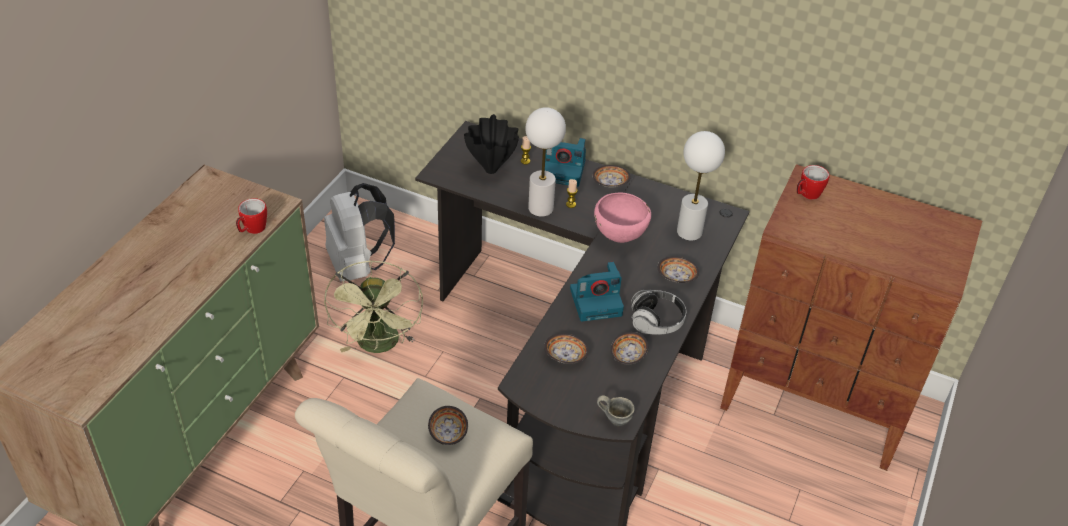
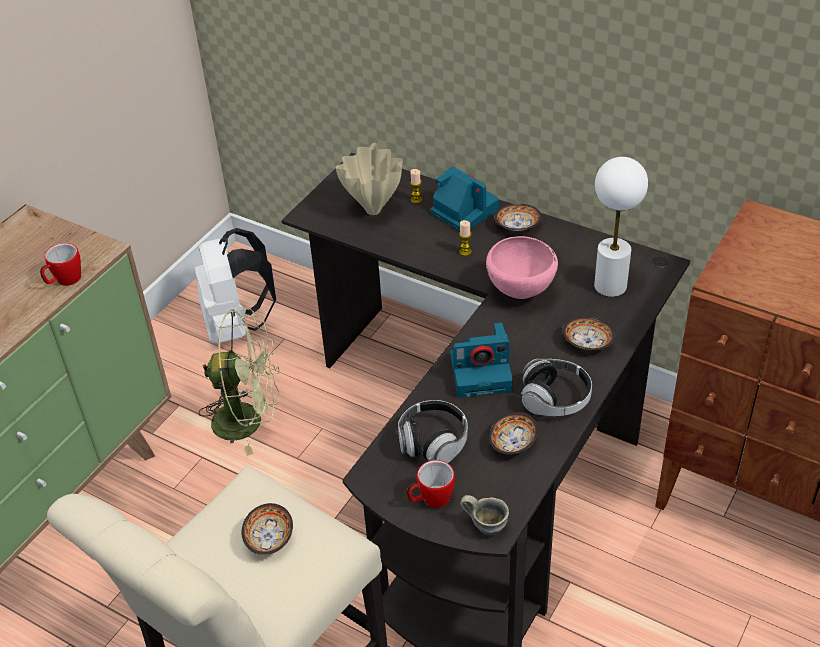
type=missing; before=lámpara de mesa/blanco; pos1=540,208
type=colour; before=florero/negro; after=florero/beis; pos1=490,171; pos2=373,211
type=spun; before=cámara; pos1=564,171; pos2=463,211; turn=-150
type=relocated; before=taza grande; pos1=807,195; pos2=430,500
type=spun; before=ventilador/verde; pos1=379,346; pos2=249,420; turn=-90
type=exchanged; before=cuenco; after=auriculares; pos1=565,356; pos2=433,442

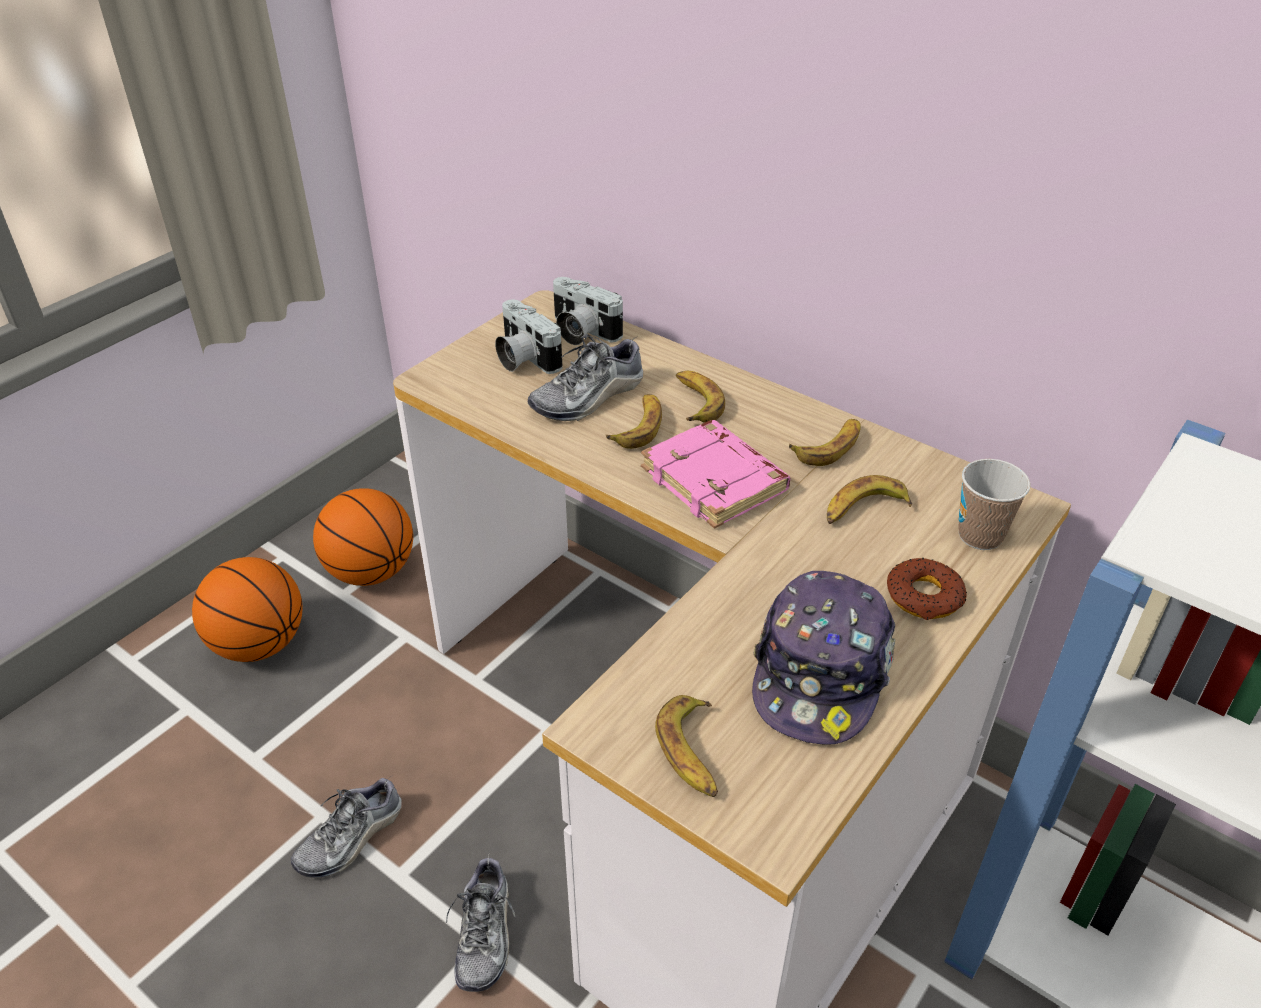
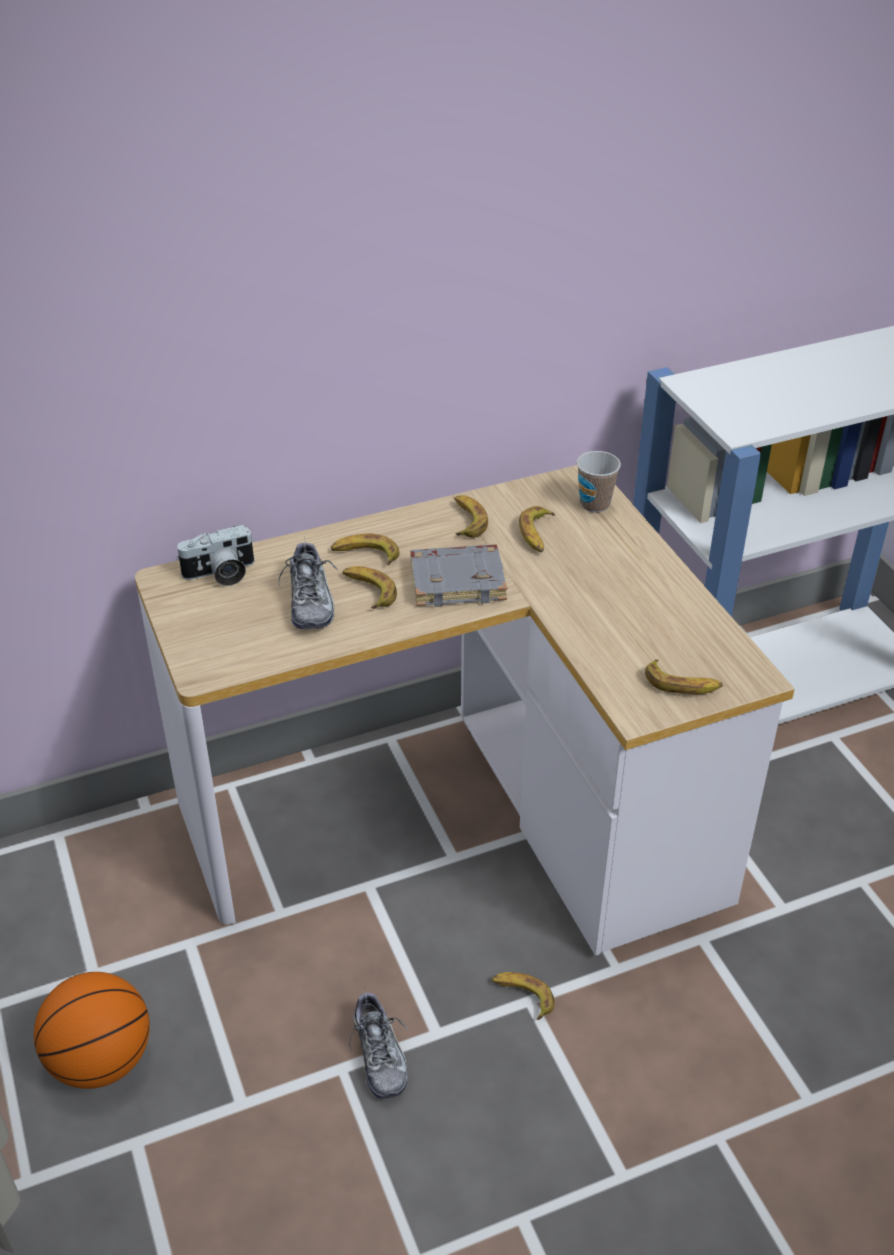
type=missing; before=cámara; pos1=523,358
type=colour; before=libro/rosa; after=libro/gris; pos1=716,481; pos2=458,580
type=missing; before=balón de baloncesto; pos1=371,571
type=missing; before=rosquilla; pos1=924,596
type=missing; before=gorra; pos1=821,673
type=exchanged; before=zapato; after=plátano; pos1=485,934; pos2=522,996

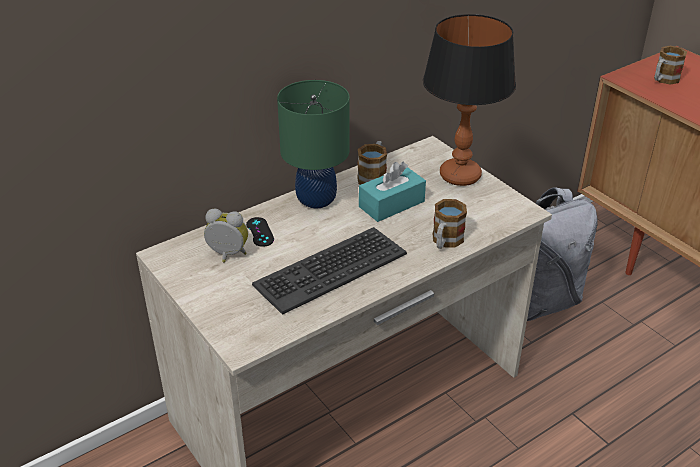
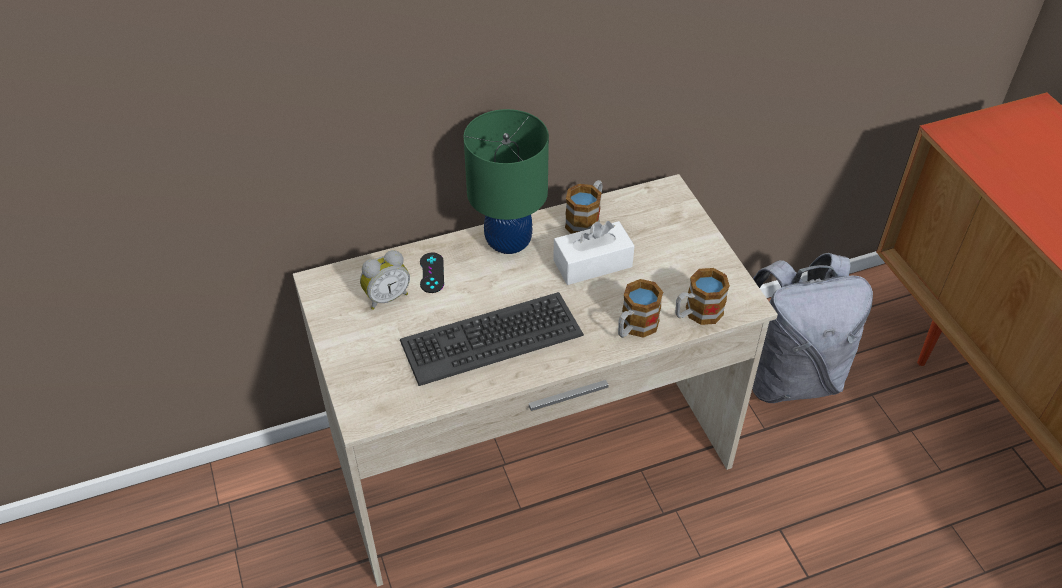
type=missing; before=lámpara de mesa; pos1=460,176
type=relocated; before=taza grande; pos1=663,80; pos2=697,313
type=colour; before=caja de pañuelos/turquesa; after=caja de pañuelos/blanco; pos1=391,204; pos2=592,263
type=spun; before=despertador; pos1=227,255; pos2=386,297; turn=120

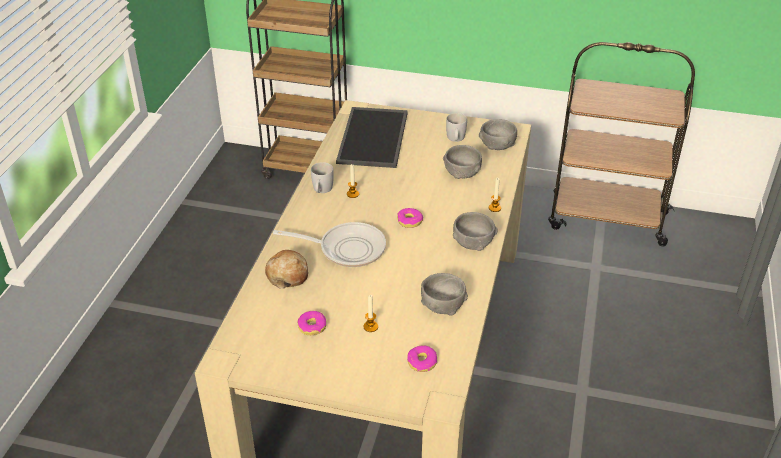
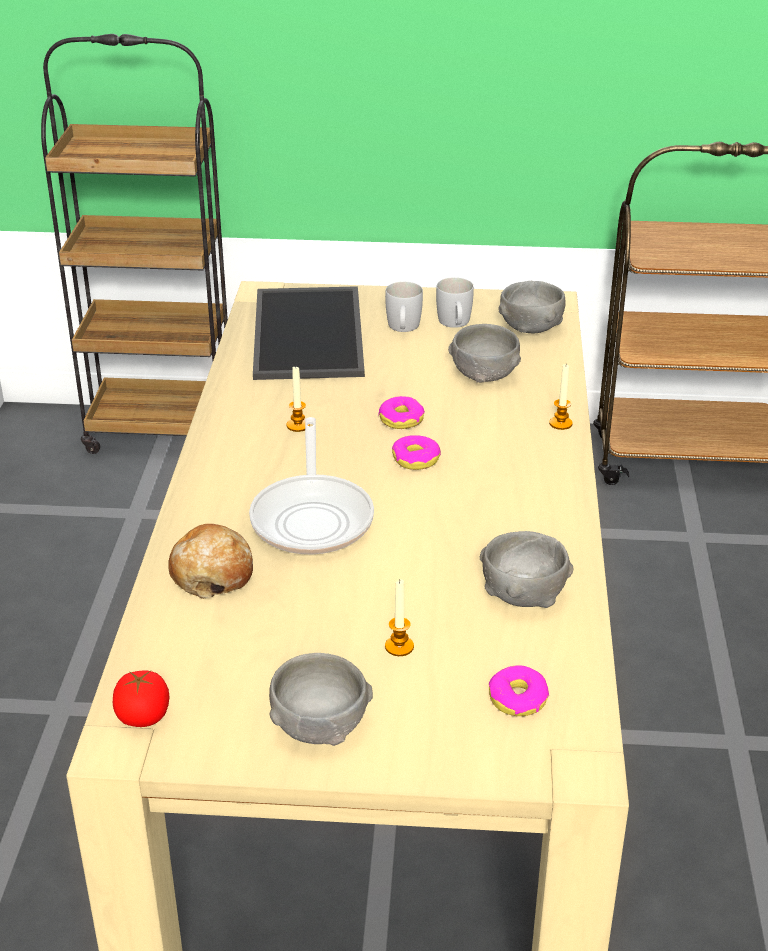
type=relocated; before=taza grande/blanco; pos1=321,190; pos2=403,328
type=relocated; before=cuenco/gris; pos1=472,243; pos2=319,726
type=spun; before=sartén; pos1=346,249; pos2=313,516; turn=90
type=relocated; before=rosquilla; pos1=312,326; pos2=401,419
type=appeared; after=tomate; pos2=143,717

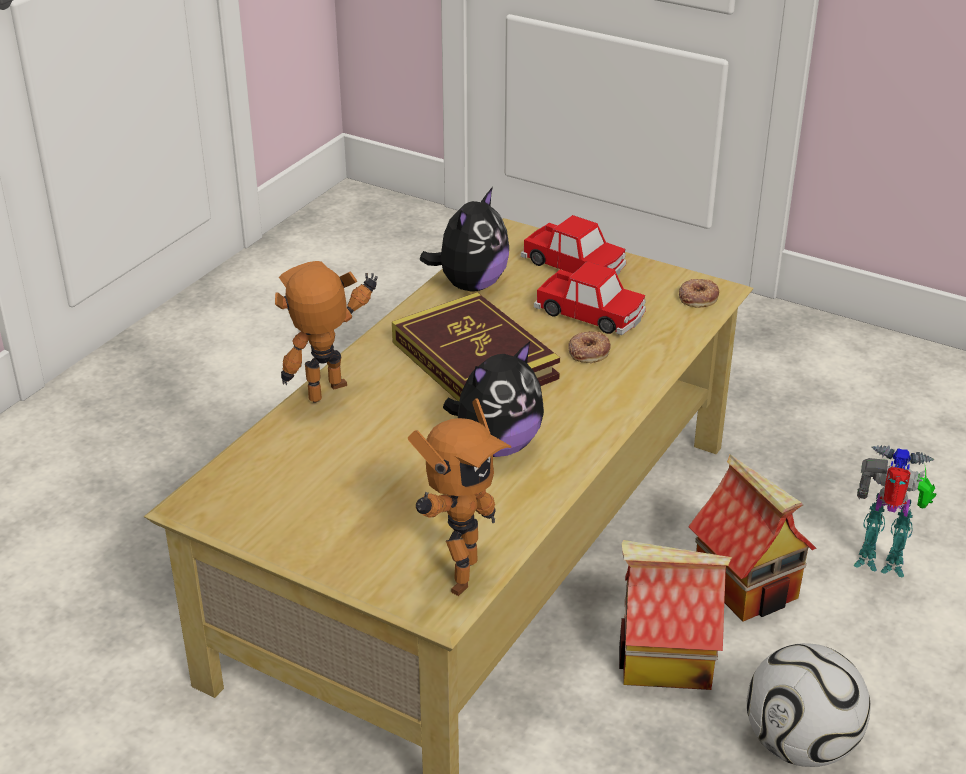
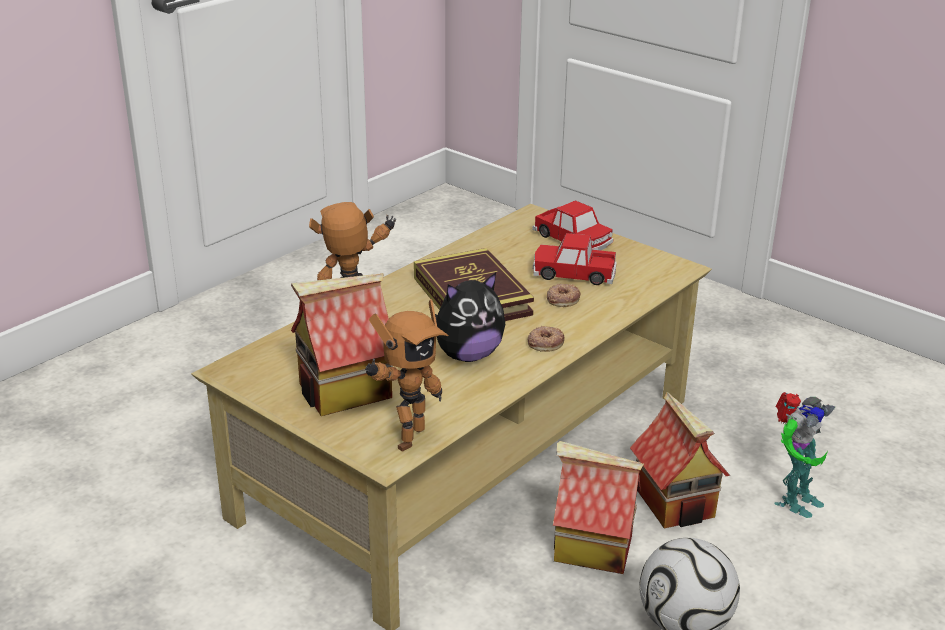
type=missing; before=peluche; pos1=470,285
type=spun; before=coche de juguete; pos1=590,313; pos2=573,273; turn=150
type=relocated; before=rosquilla; pos1=697,297; pos2=545,342
type=spun; before=robot de juguete; pos1=882,563; pos2=793,500; turn=105
type=appeared; after=casita; pos2=344,392

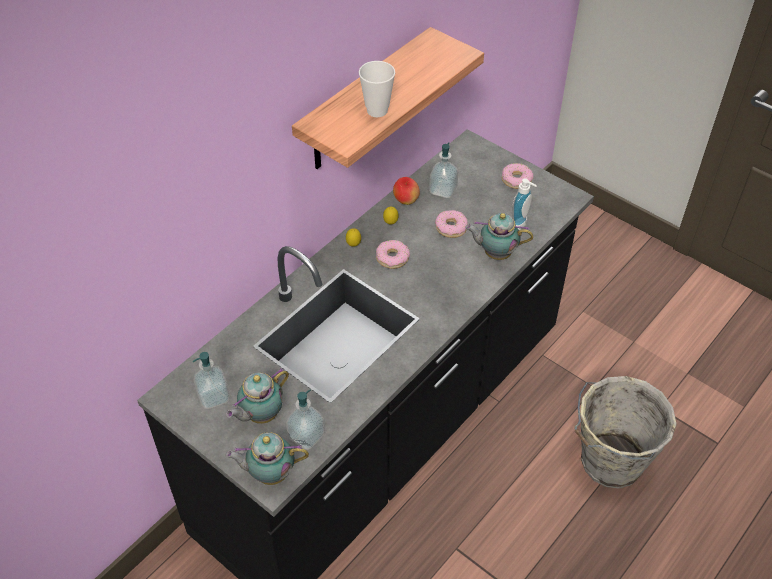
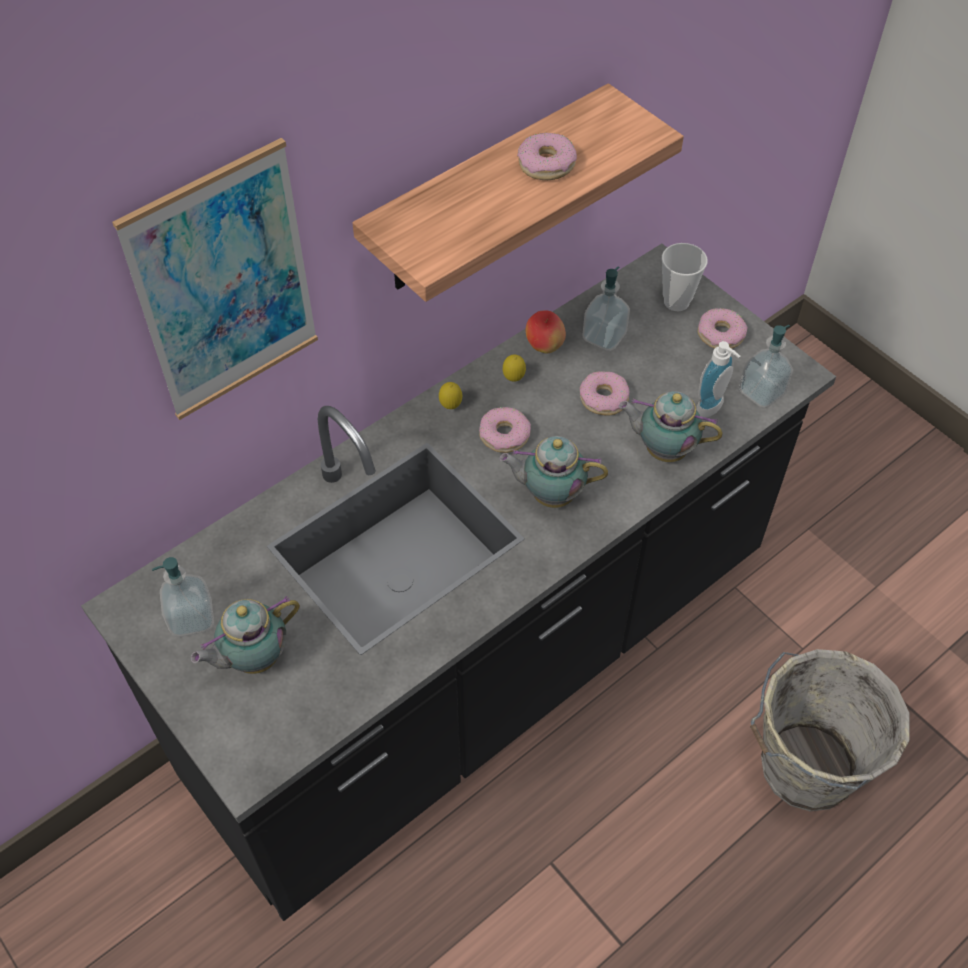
type=relocated; before=taza; pos1=377,110; pos2=676,302
type=relocated; before=dispensador de jabón; pos1=306,436; pos2=761,392
type=relocated; before=tetera; pos1=269,473; pos2=550,494
type=appeared; after=rosquilla; pos2=546,164
type=appeared; after=cuadro; pos2=225,285

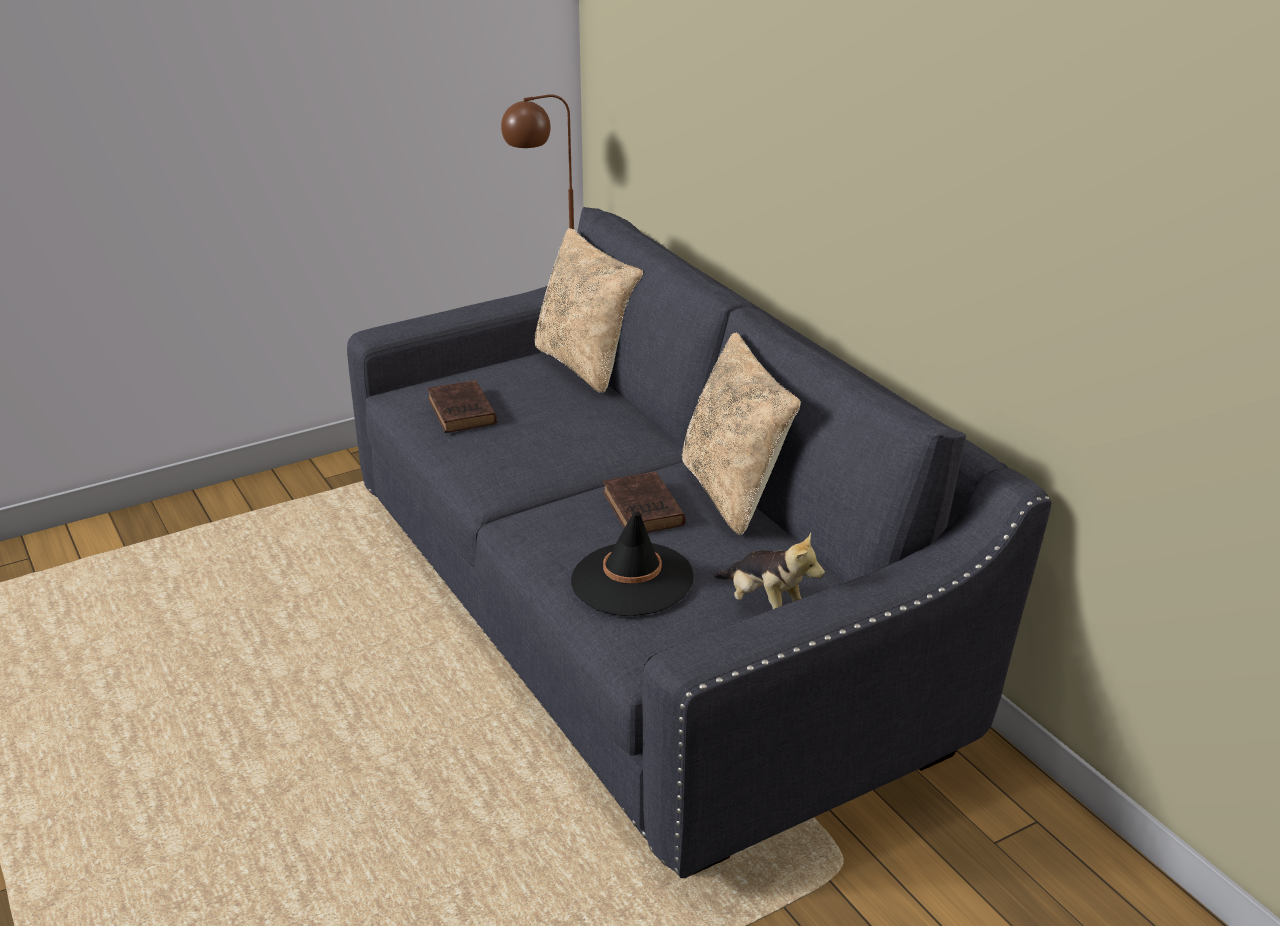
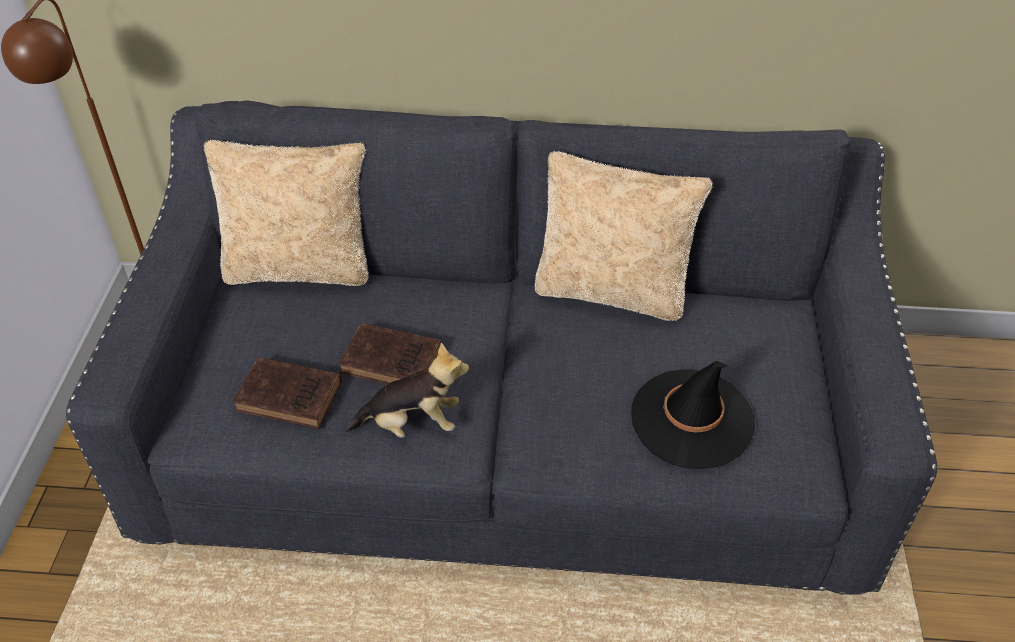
type=relocated; before=libro/marrón; pos1=644,510; pos2=394,361
type=relocated; before=peluche; pos1=765,607; pos2=412,424

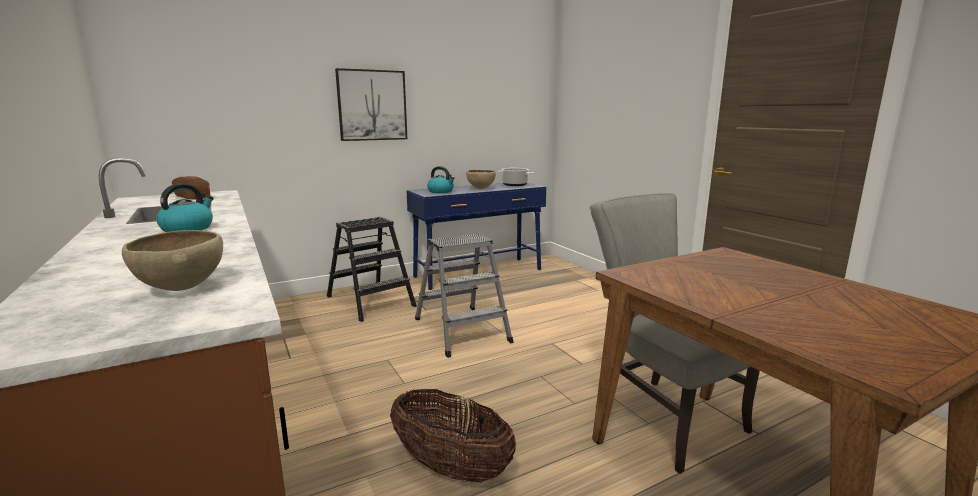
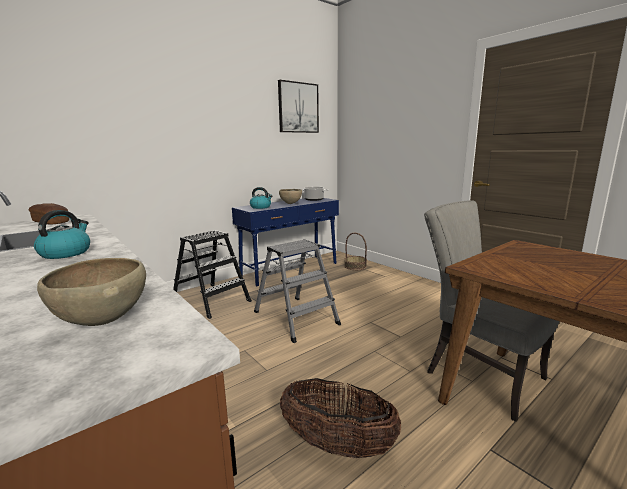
type=relocated; before=cuadro; pos1=372,105; pos2=298,108
type=appeared; after=cesta; pos2=355,266

